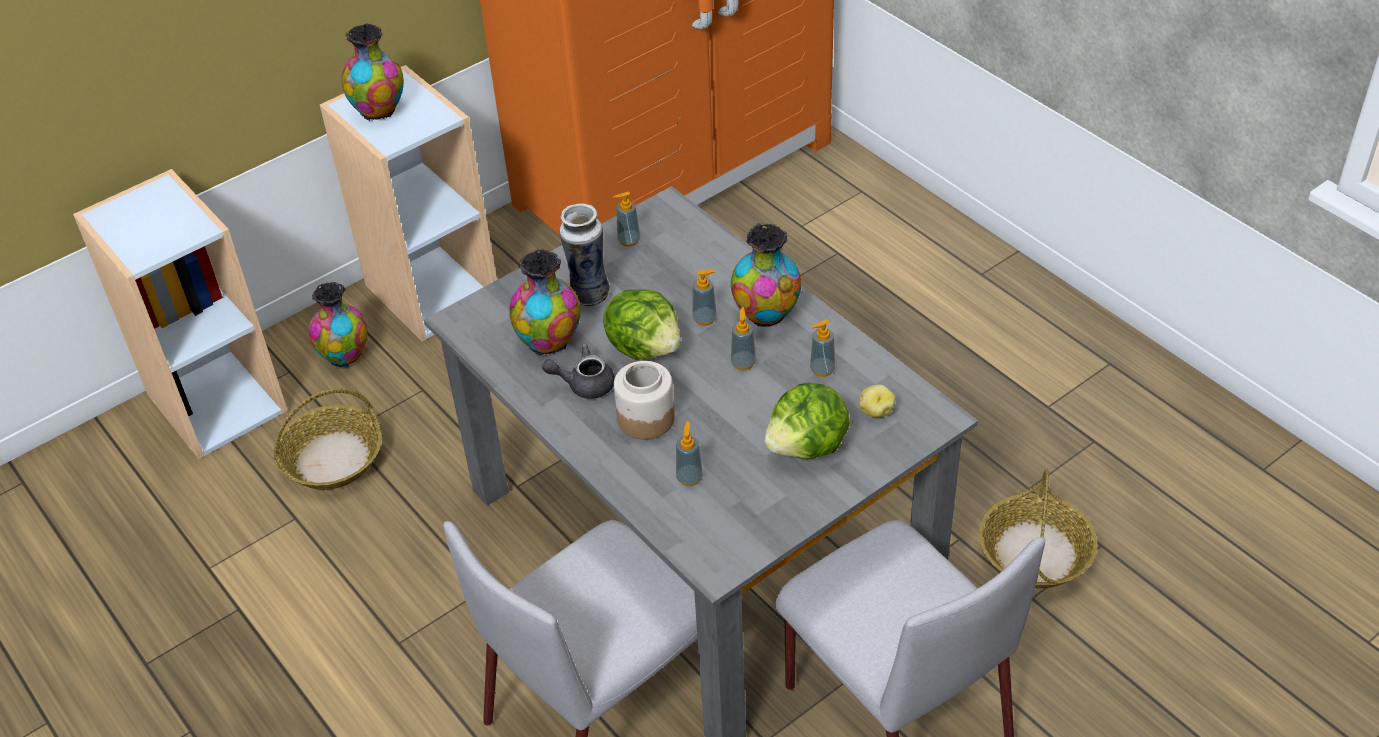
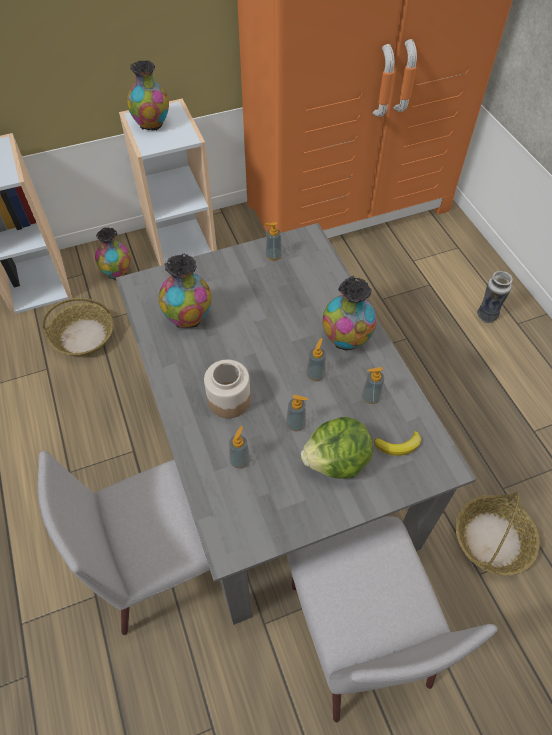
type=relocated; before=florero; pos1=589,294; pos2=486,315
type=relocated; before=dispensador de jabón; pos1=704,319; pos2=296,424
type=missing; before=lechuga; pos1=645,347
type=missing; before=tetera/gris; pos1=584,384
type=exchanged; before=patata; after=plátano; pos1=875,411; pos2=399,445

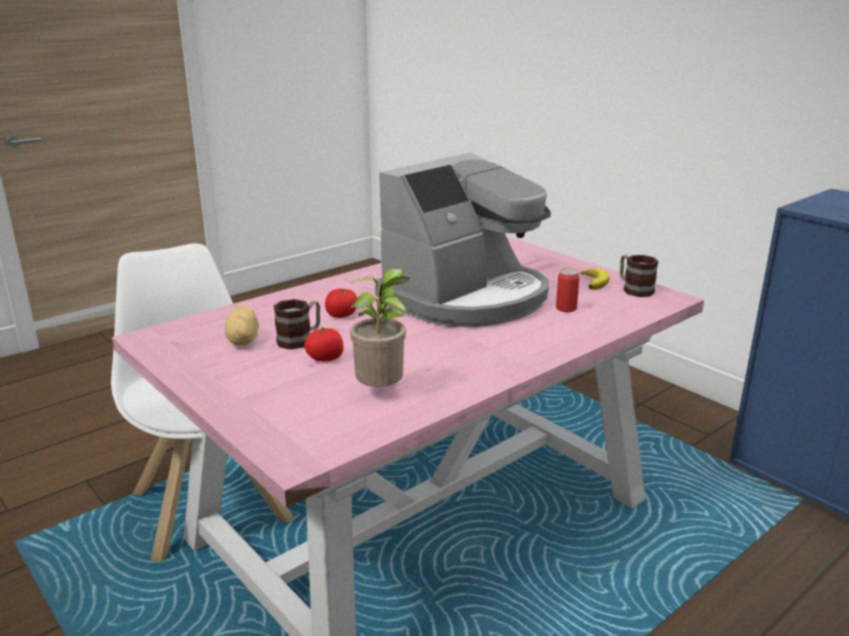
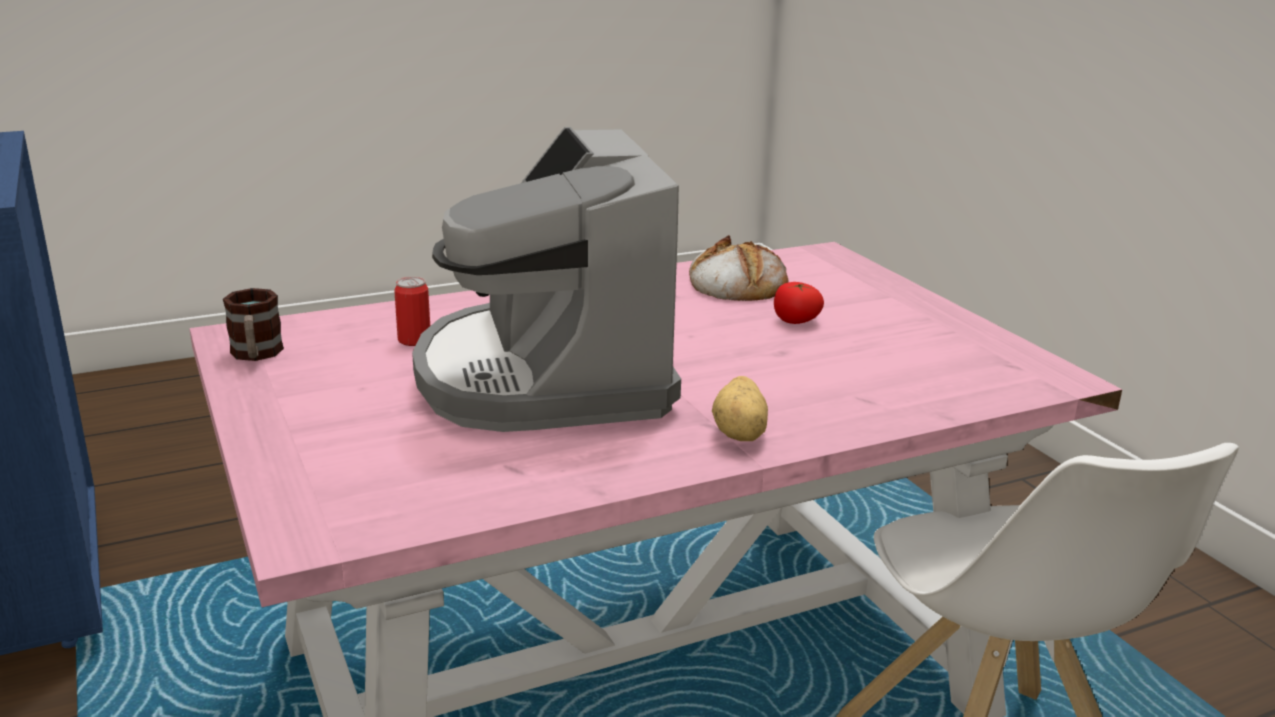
type=spun; before=cafetera; pos1=466,298; pos2=545,377; turn=-75
type=exchanged; before=planta en maceta; after=pan; pos1=382,392; pos2=736,283
type=missing; before=plátano; pos1=595,282
type=missing; before=tomate; pos1=342,315
type=missing; before=taza grande; pos1=300,339
type=relocated; before=patata; pos1=241,341; pos2=741,433

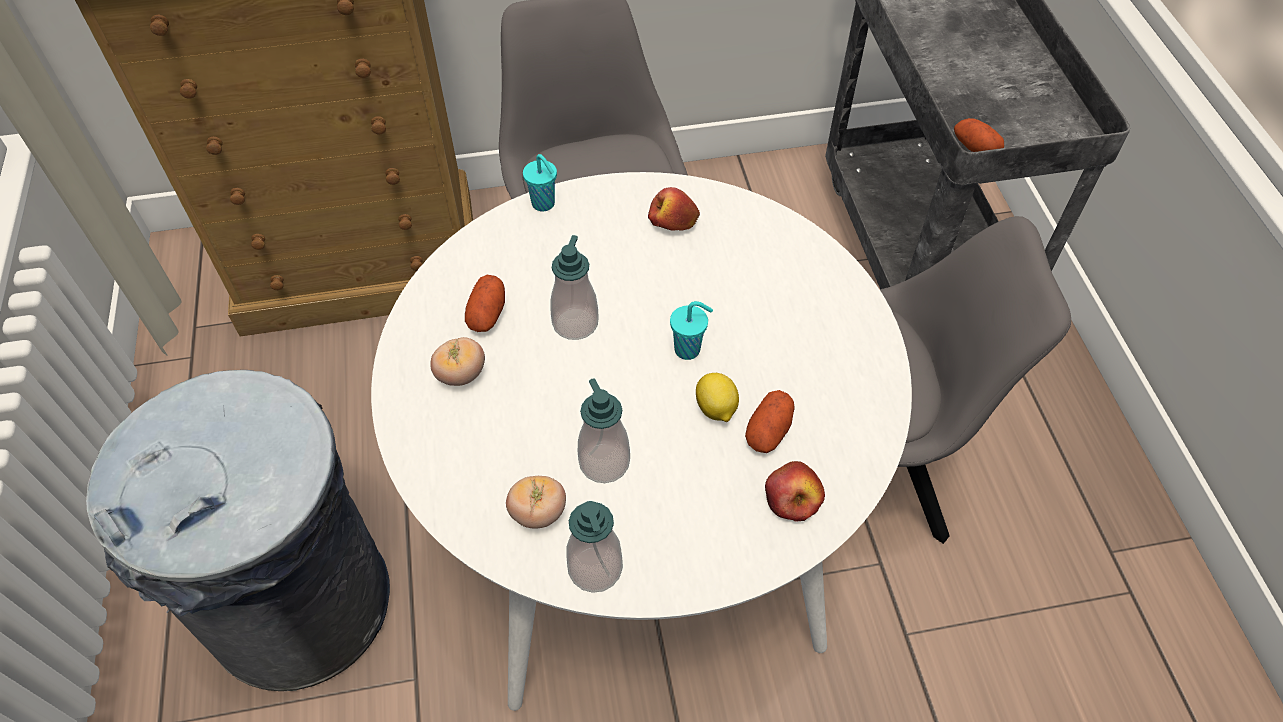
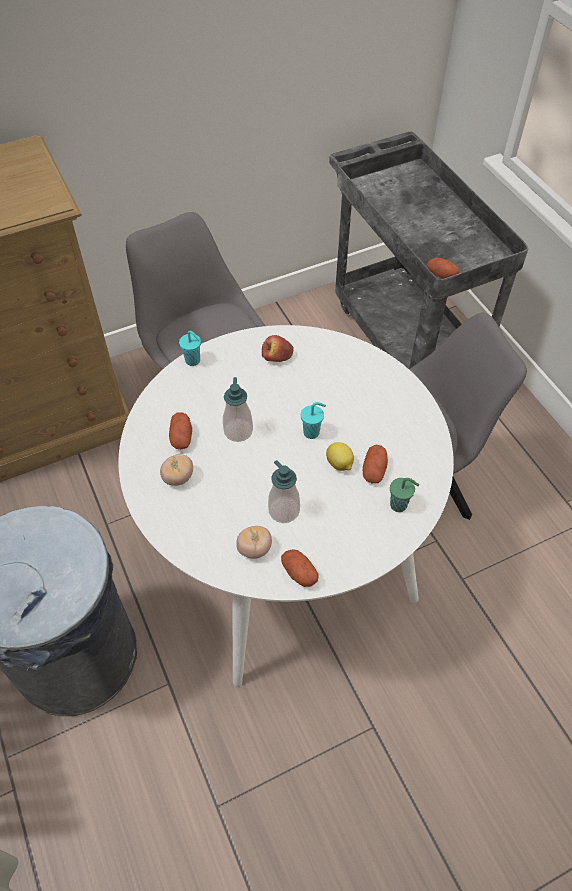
type=exchanged; before=manzana; after=taza/verde; pos1=792,497; pos2=399,505
type=exchanged; before=dispensador de jabón; after=patata; pos1=595,568; pos2=299,573

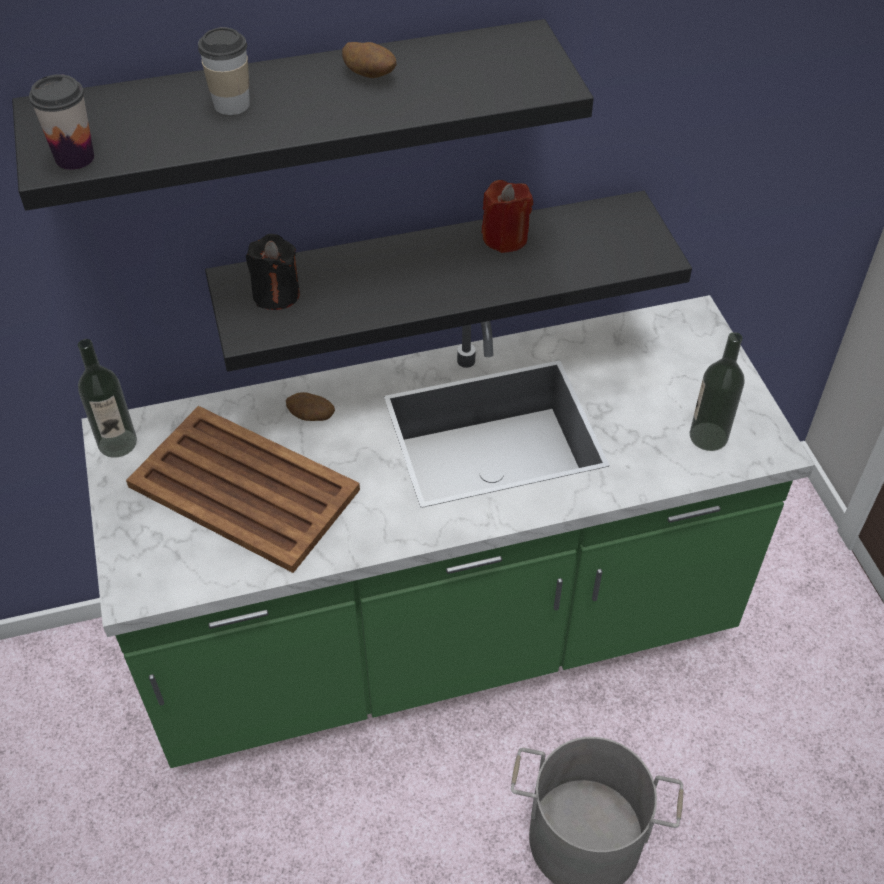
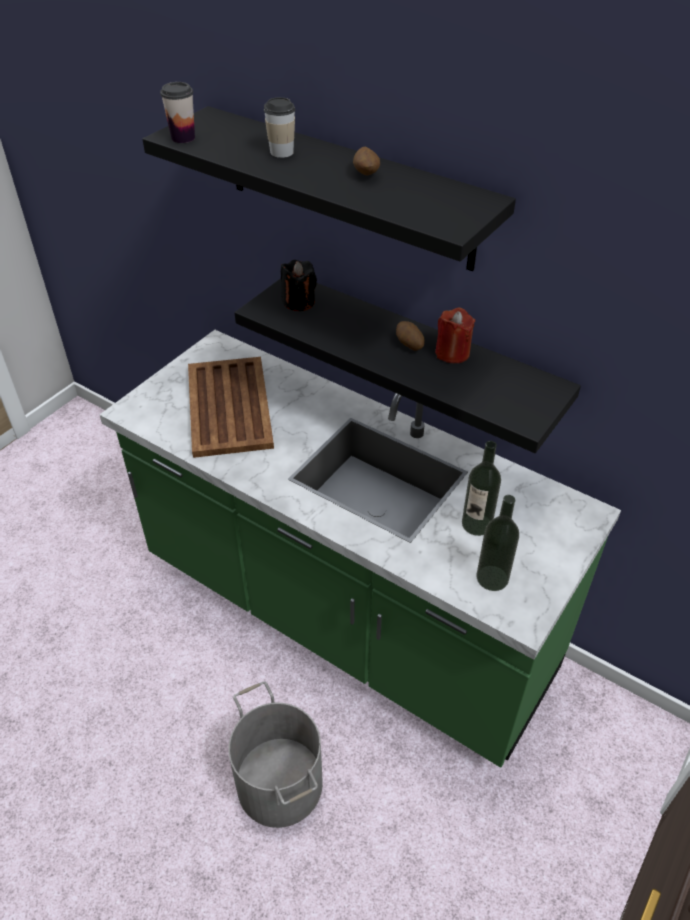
type=relocated; before=botella; pos1=117,443; pos2=476,524
type=relocated; before=patata; pos1=311,417; pos2=409,345

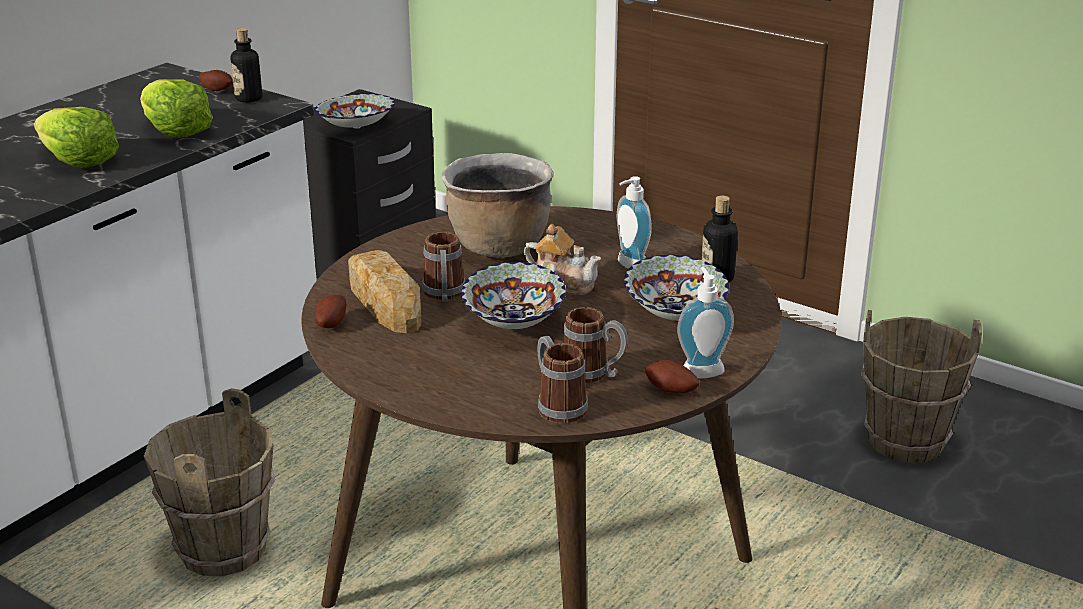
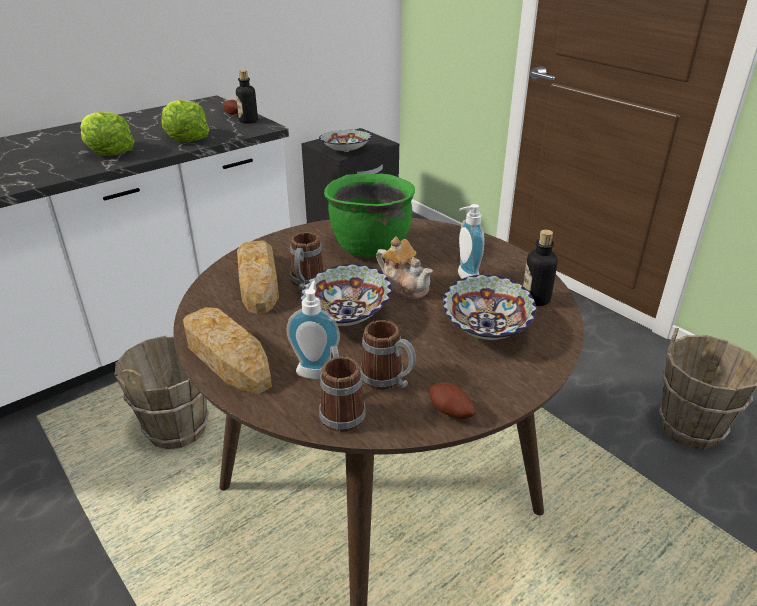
type=colour; before=olla/marrón; after=olla/verde; pos1=498,246; pos2=369,247
type=relocated; before=dispensador de jabón; pos1=701,370; pos2=316,370
type=missing; before=patata; pos1=330,324
type=appeared; after=pan; pos2=226,357

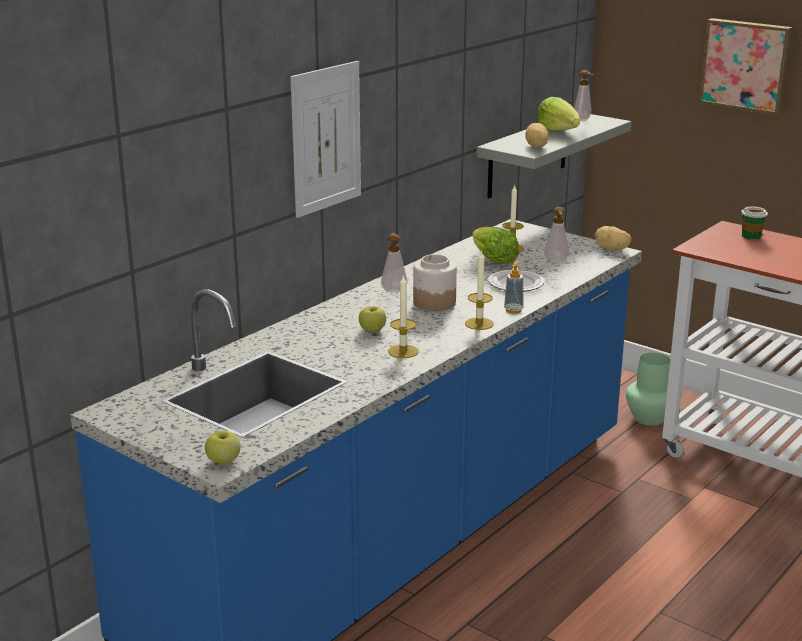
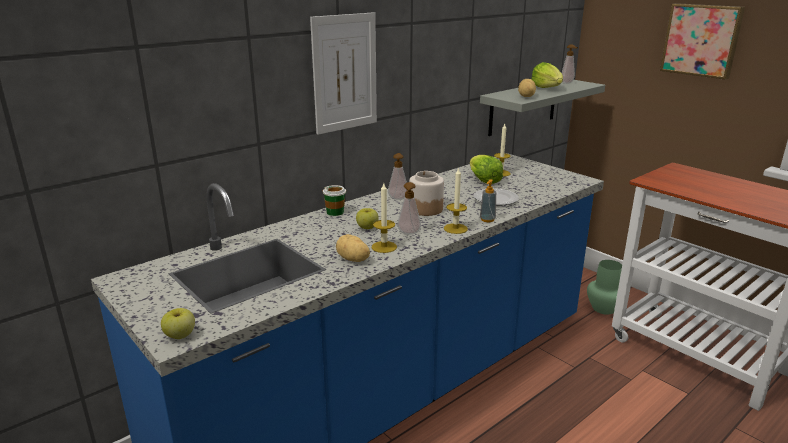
type=relocated; before=dispensador de jabón; pos1=556,261; pos2=408,233
type=relocated; before=taza; pos1=751,236; pos2=335,212
type=relocated; before=patata; pos1=611,249; pos2=352,260

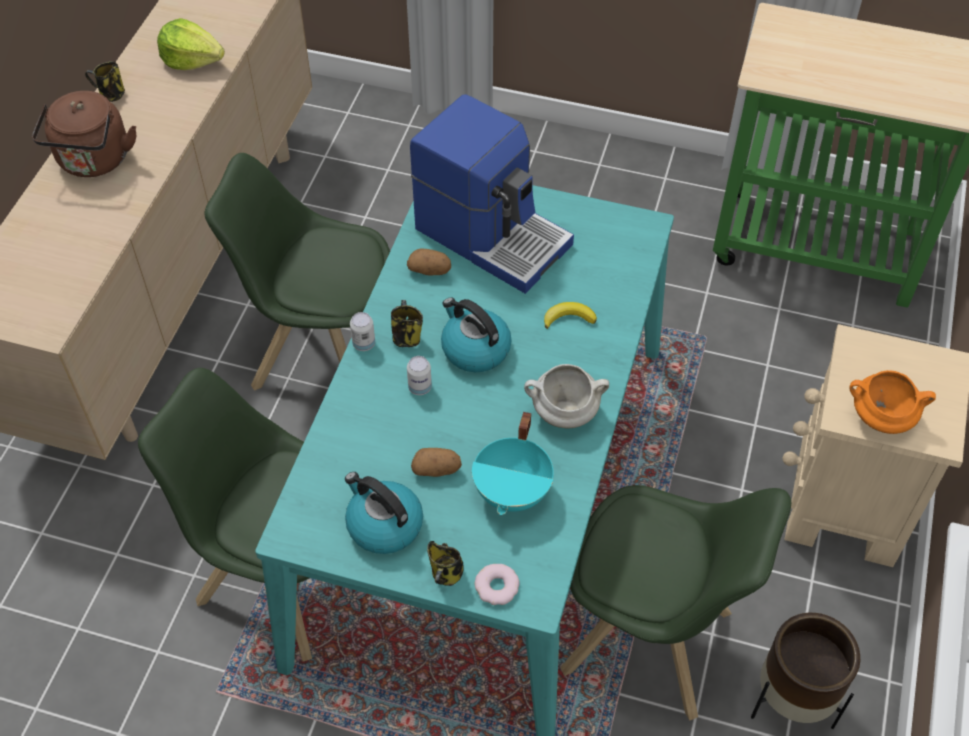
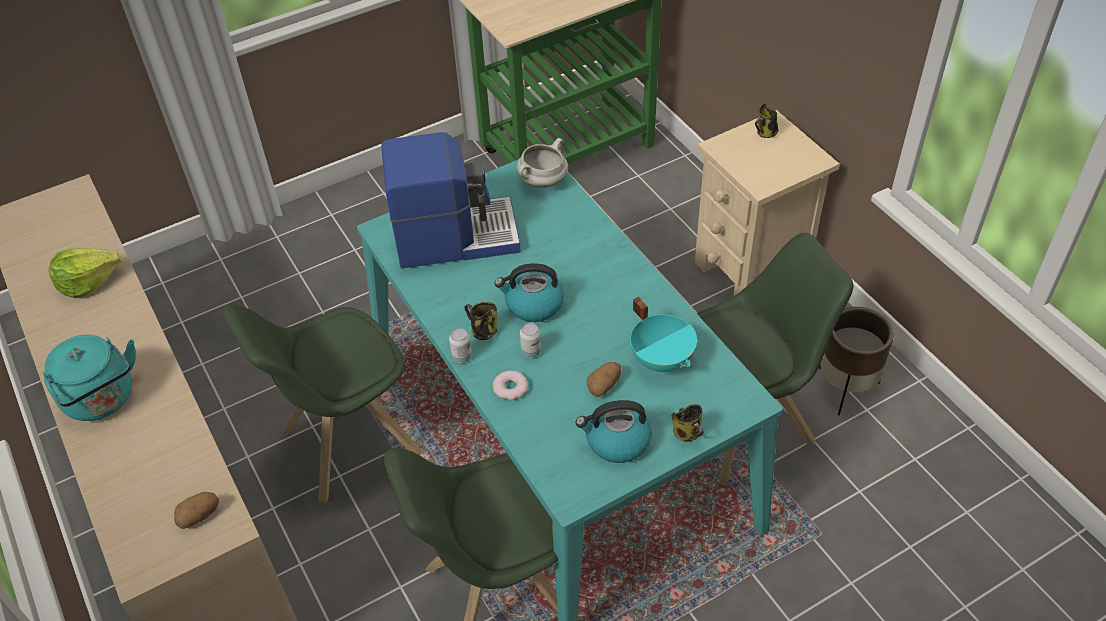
type=relocated; before=taza grande; pos1=111,95; pos2=765,133
type=colour; before=hervidor/marrón; after=hervidor/turquesa; pos1=93,162; pos2=103,400
type=relocated; before=patata; pos1=430,270; pos2=199,515
type=missing; before=plátano; pos1=568,318
type=relocated; before=olla/blanco; pos1=563,412; pos2=543,182
type=missing; before=olla/naranja; pos1=880,417
type=relocated; before=rosquilla; pos1=497,587; pos2=510,388

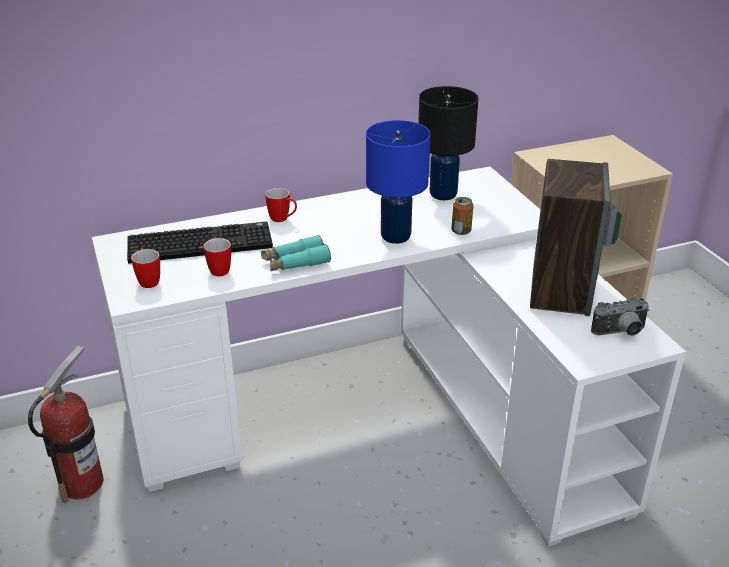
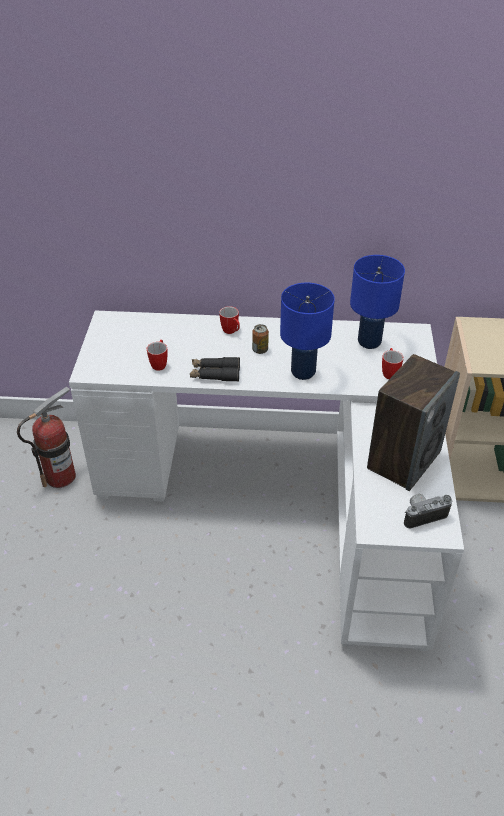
type=colour; before=lámpara de mesa/negro; after=lámpara de mesa/azul; pos1=444,196; pos2=369,343
type=relocated; before=lata; pos1=461,231; pos2=260,350
type=missing; before=teclado; pos1=201,243
type=colour; before=prismáticos/turquesa; after=prismáticos/negro; pos1=295,262; pos2=215,374
type=relocated; before=taza grande; pos1=148,280; pos2=389,372
type=spun; before=cámara; pos1=621,333; pos2=422,515; turn=150

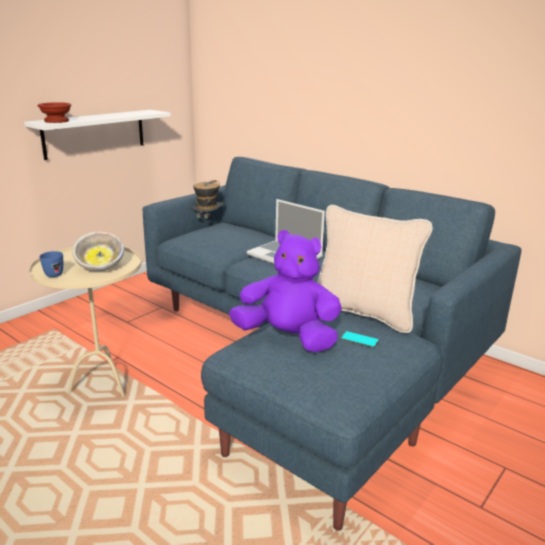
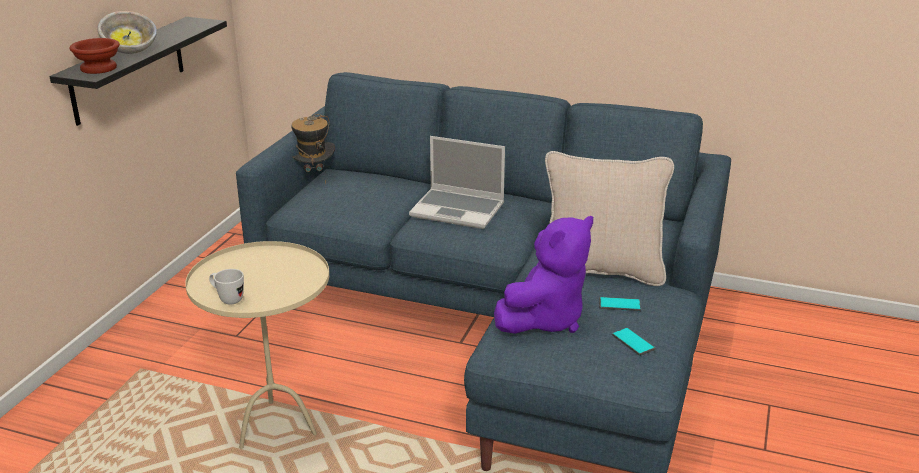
type=colour; before=estante/blanco; after=estante/negro; pos1=95,133; pos2=128,70
type=spun; before=peluche/morado; pos1=288,338; pos2=545,319; turn=135
type=relocated; before=cuenco; pos1=101,267; pos2=131,51
type=colour; before=taza grande/azul; after=taza grande/blanco; pos1=52,274; pos2=227,299
type=appeared; after=móvil; pos2=633,342

